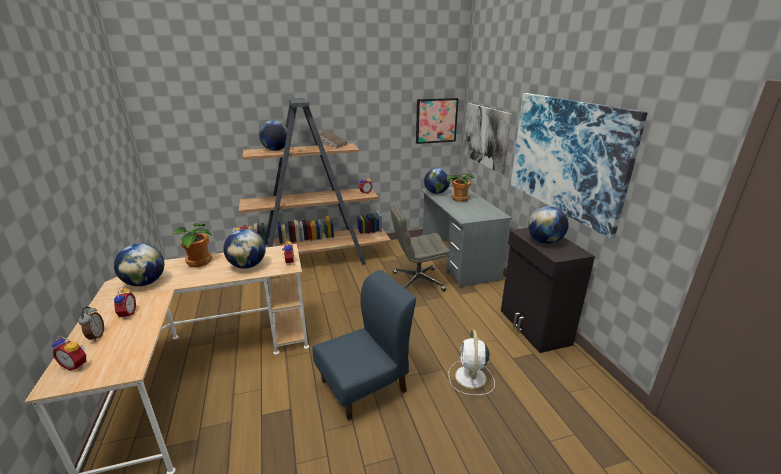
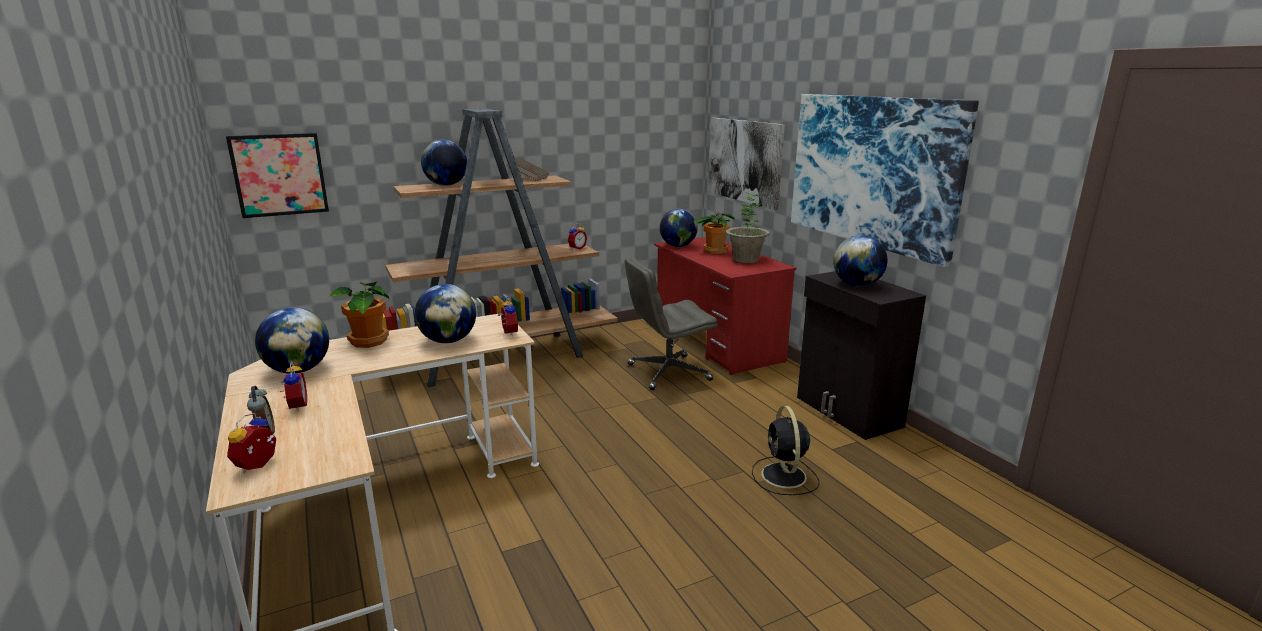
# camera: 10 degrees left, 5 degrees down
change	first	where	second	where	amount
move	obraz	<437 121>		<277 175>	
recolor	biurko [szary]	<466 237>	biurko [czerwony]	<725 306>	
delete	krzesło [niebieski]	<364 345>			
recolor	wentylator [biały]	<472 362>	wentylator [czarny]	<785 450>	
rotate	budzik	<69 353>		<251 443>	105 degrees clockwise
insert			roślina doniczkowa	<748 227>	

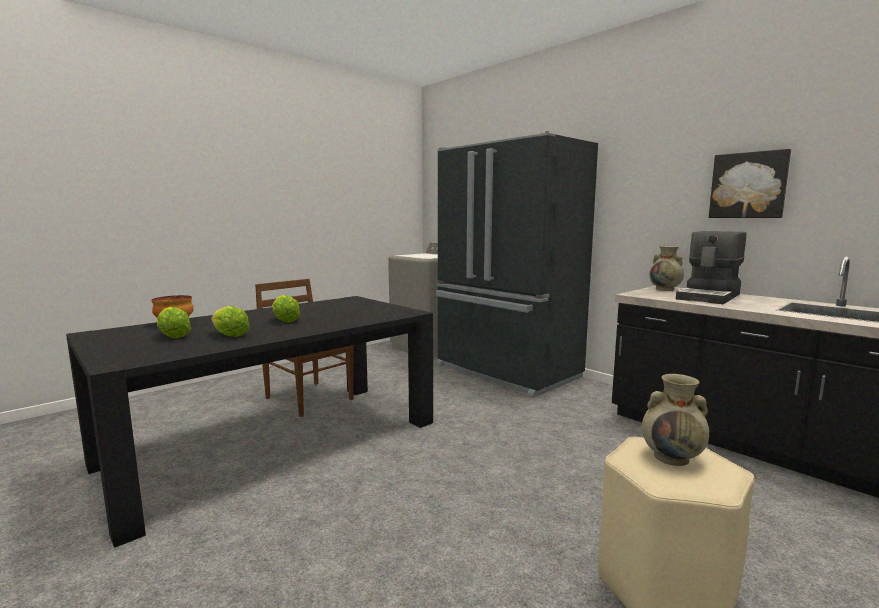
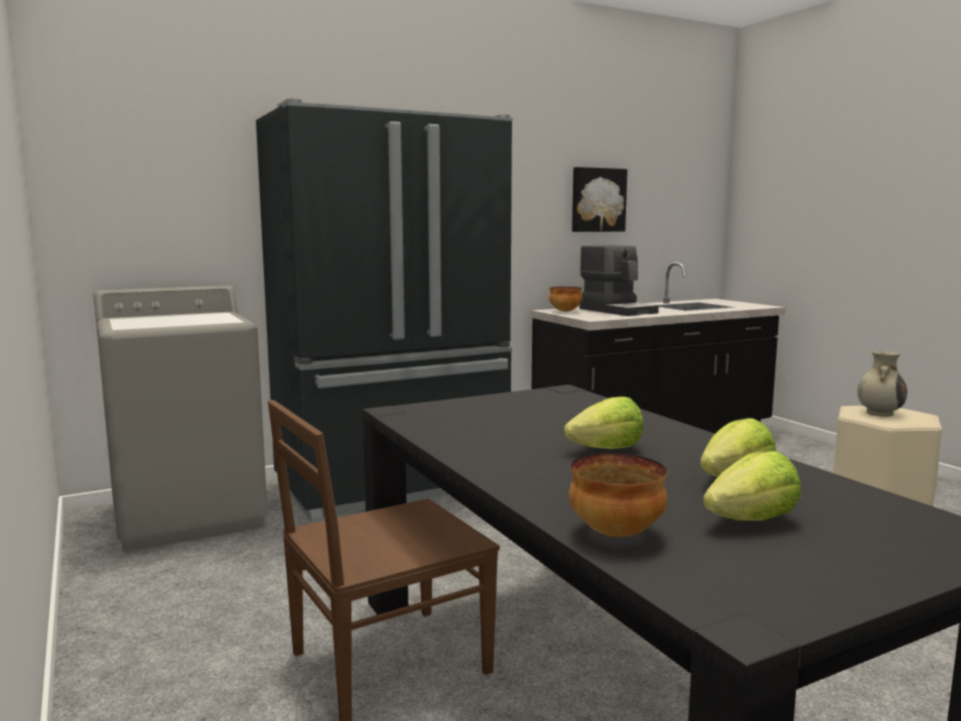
# camera: 75 degrees left, 0 degrees up
change	first	where	second	where	amount
replace	wazon [beżowy]	<666 268>	miska	<565 299>	

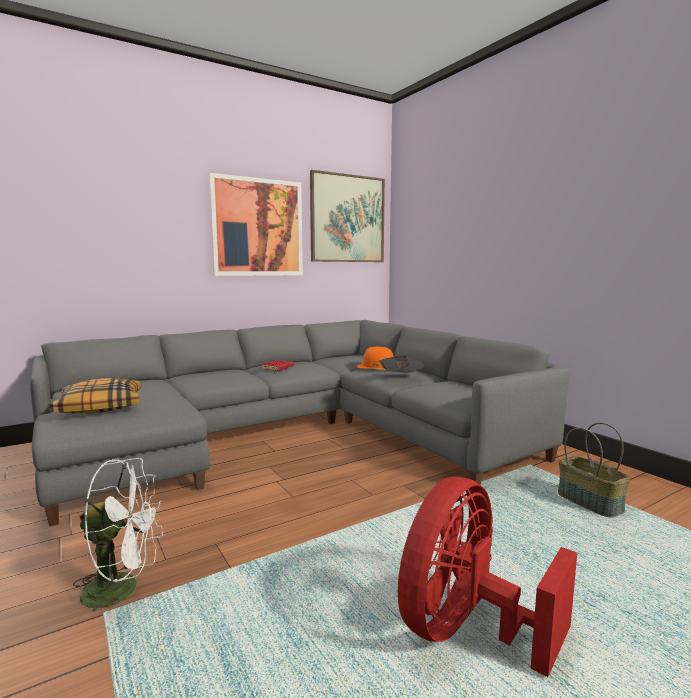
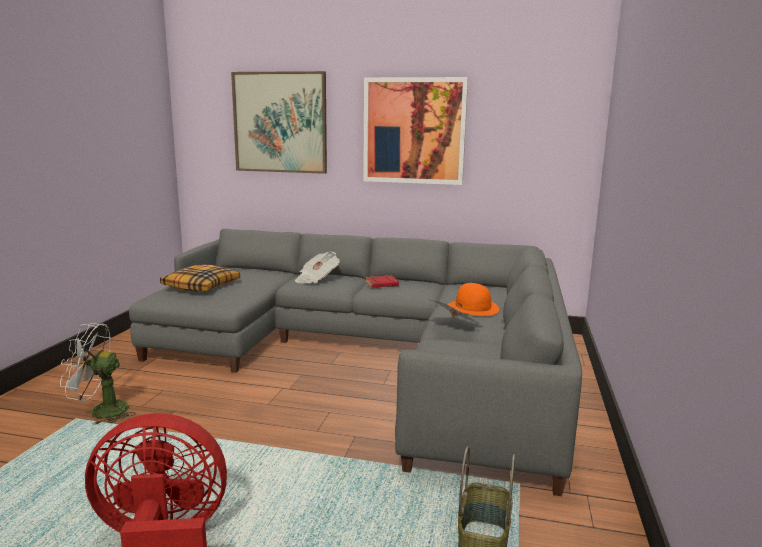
# camera: 45 degrees right, 5 degrees up
change	first	where	second	where	amount
move	obraz	<347 216>		<279 122>	
rotate	wentylator [biały]	<118 540>		<97 374>	135 degrees clockwise
insert			gazeta	<317 267>	

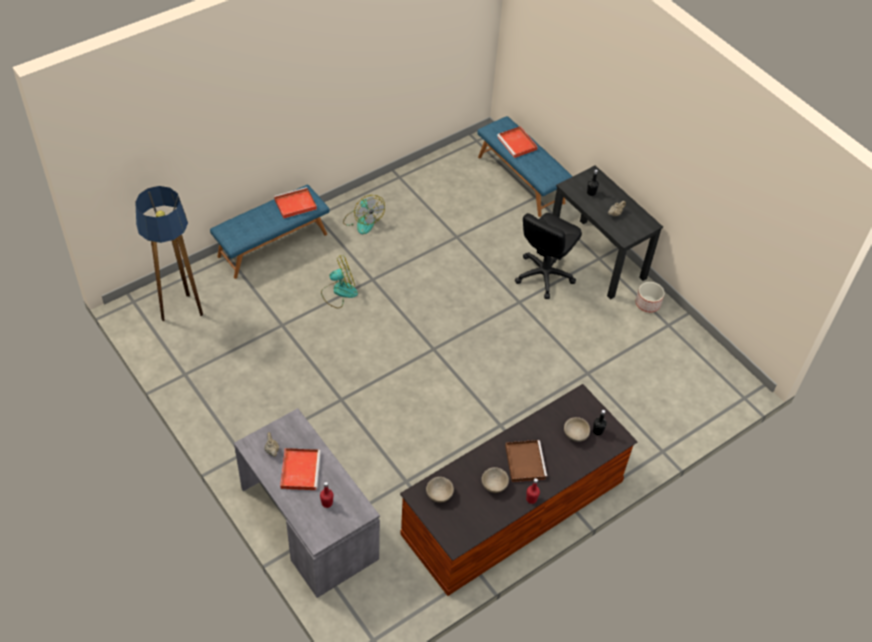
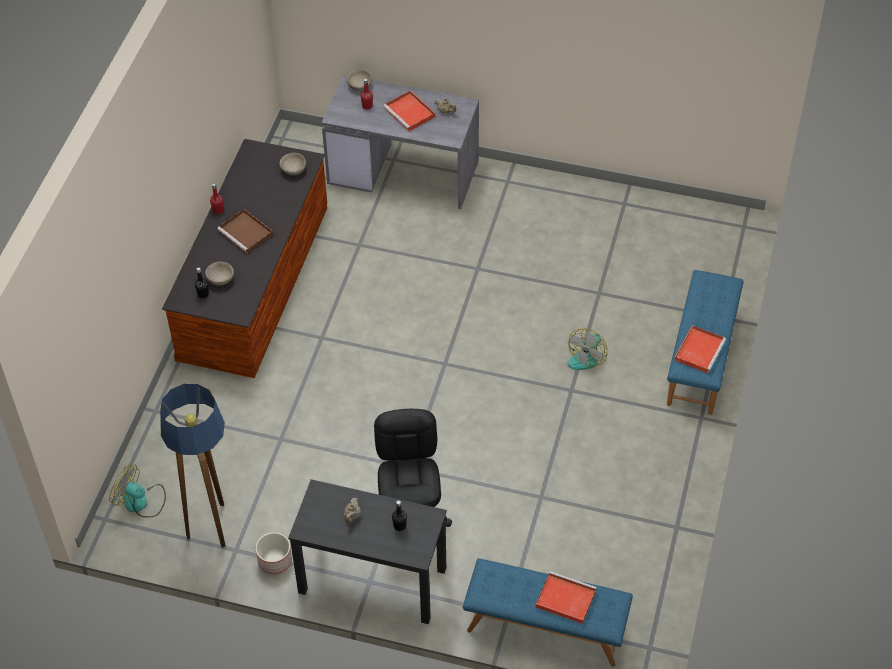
# camera: 145 degrees right, 0 degrees up
change	first	where	second	where	amount
move	lampa stojąca	<169 253>		<193 466>	
move	wentylator	<364 214>		<137 490>	
move	miska [beżowy]	<495 480>		<359 80>	

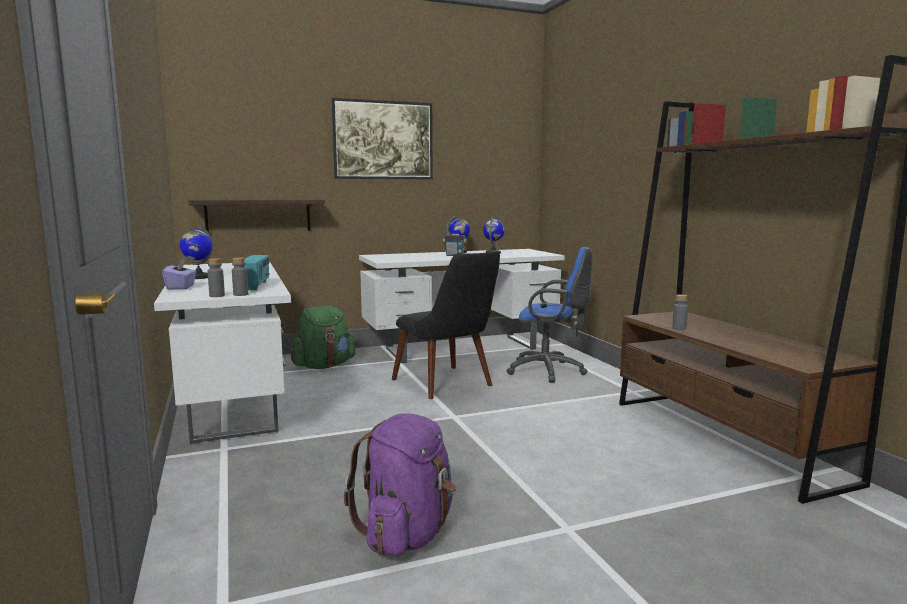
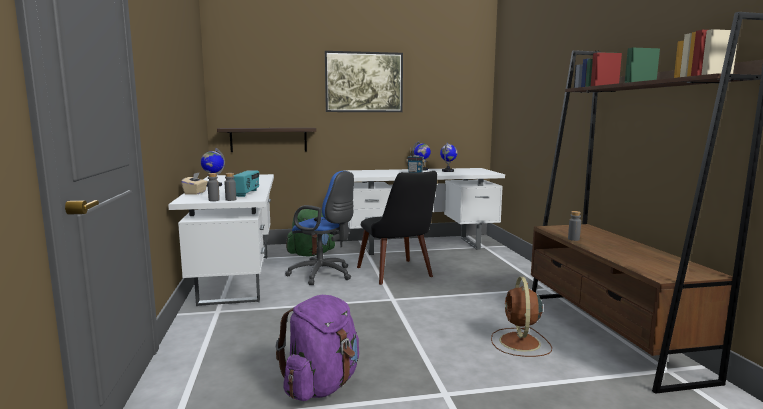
# camera: 10 degrees right, 0 degrees up
change	first	where	second	where	amount
move	krzesło biurowe [niebieski]	<549 315>		<319 228>	
recolor	pudełko chusteczek [fioletowy]	<179 274>	pudełko chusteczek [beżowy]	<194 183>	
insert			wentylator [brązowy]	<521 317>	

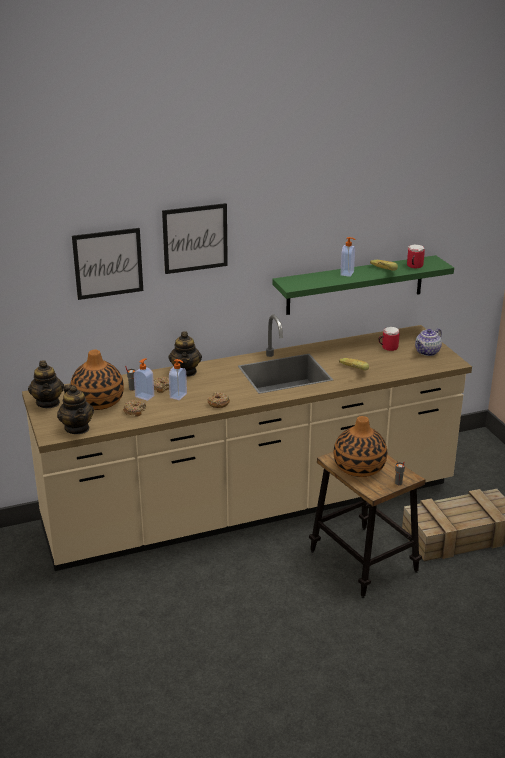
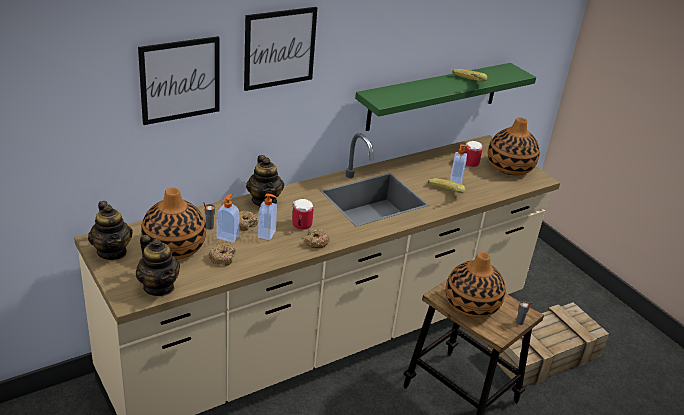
# camera: 15 degrees left, 5 degrees up
change	first	where	second	where	amount
move	dozownik mydła	<347 257>		<460 164>	
move	kubek	<416 256>		<303 214>	
replace	imbryk	<428 342>	wazon	<514 146>	

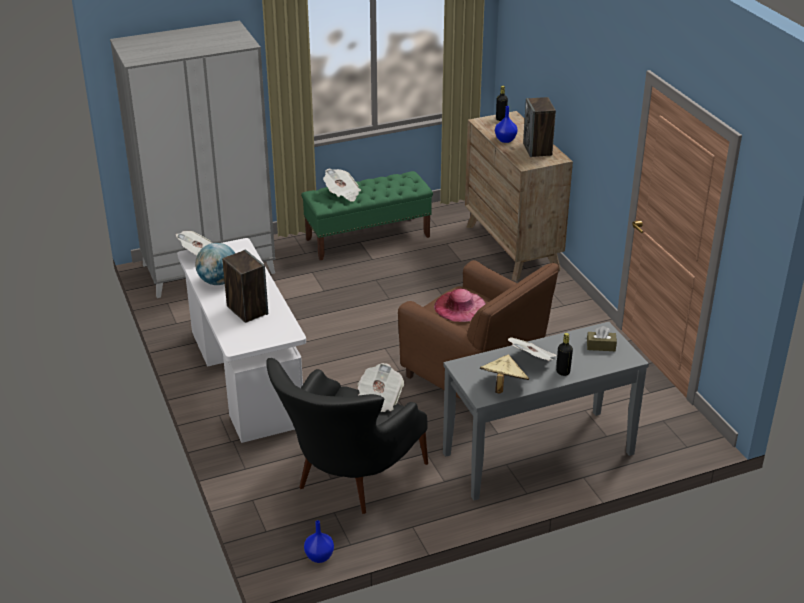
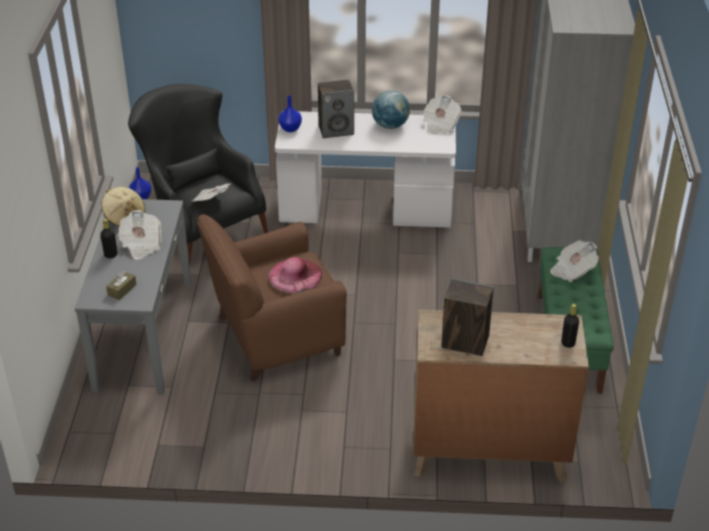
# camera: 115 degrees right, 5 degrees up
change	first	where	second	where	amount
move	wazon [niebieski]	<506 124>		<290 114>	

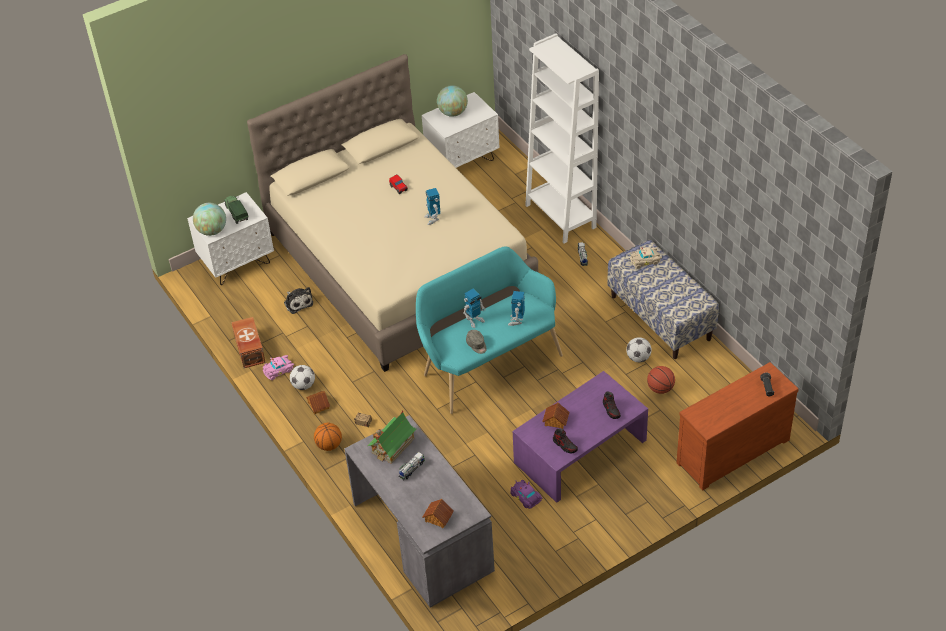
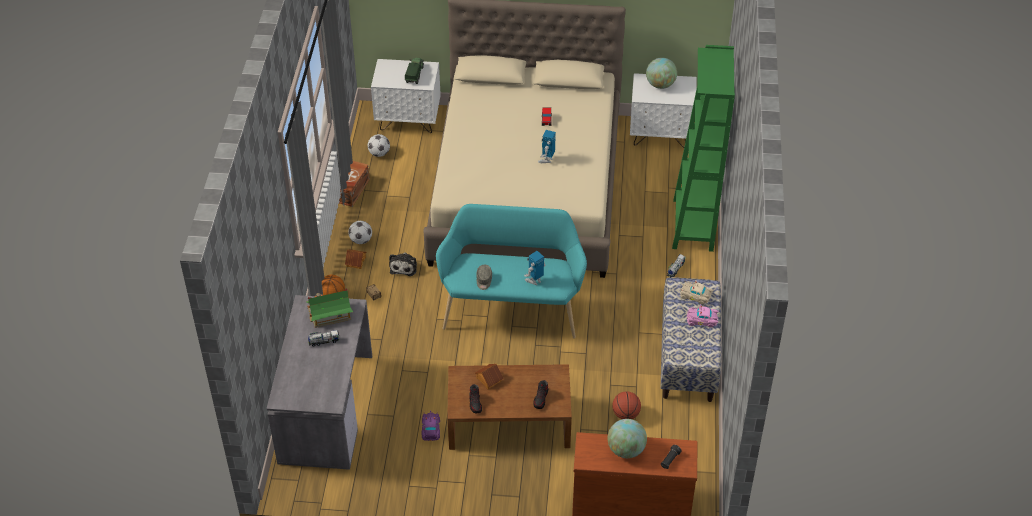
# camera: 35 degrees right, 0 degrees up
change	first	where	second	where	amount
recolor	regał [biały]	<562 138>	regał [zielony]	<703 148>	
move	globus	<209 219>		<627 438>	
move	pluszak	<298 300>		<403 264>	
delete	robot zabawkowy	<474 308>			
move	piłka futbolowa	<639 349>		<379 145>	
move	samochodzik [różowy]	<278 367>		<703 315>	
recolor	ława [fioletowy]	<580 437>	ława [brązowy]	<509 407>	
delete	domek	<438 513>			

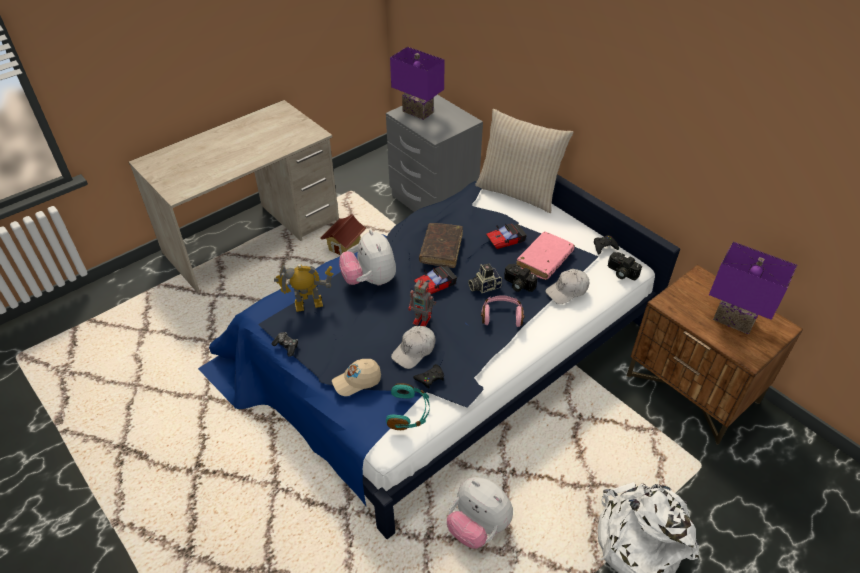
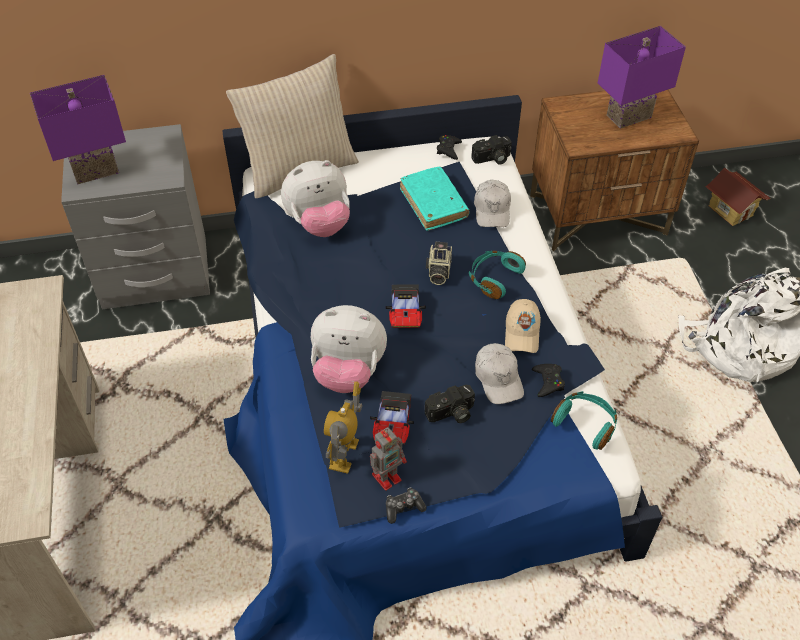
# camera: 60 degrees left, 5 degrees up
change	first	where	second	where	amount
move	domek	<343 234>		<737 197>	
delete	książka [brązowy]	<441 245>			
move	samochodzik	<506 236>		<392 417>	
recolor	książka [różowy]	<546 256>	książka [turkusowy]	<434 199>	
move	aparat fotograficzny	<521 278>		<450 404>	
move	robot zabawkowy	<422 303>		<388 459>	
recolor	słuchawki [różowy]	<503 311>	słuchawki [turkusowy]	<497 275>	
move	czapka z daszkiem [beżowy]	<356 377>		<523 326>	
move	pluszak	<480 513>		<315 198>	

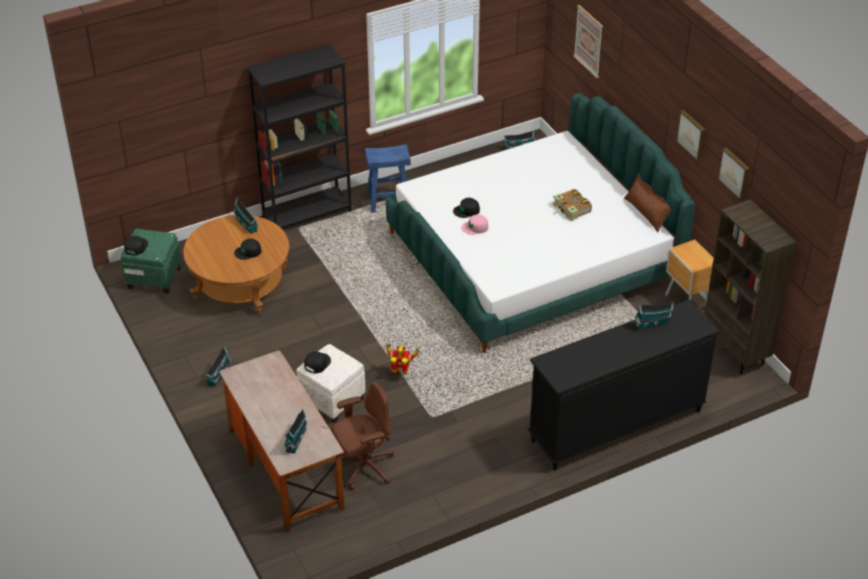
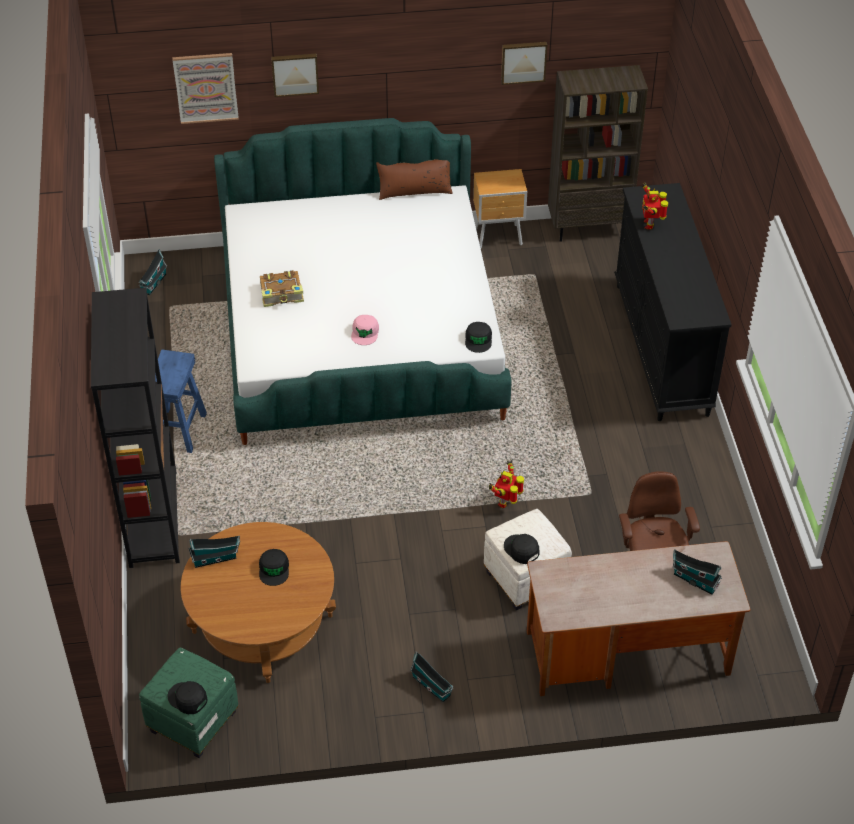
# camera: 70 degrees left, 5 degrees up
change	first	where	second	where	amount
move	obraz	<691 135>		<295 75>	
move	książka	<572 205>		<282 288>	
move	czapka z daszkiem [czarny]	<466 208>		<478 337>	
replace	domek	<653 316>	robot zabawkowy	<655 206>	

